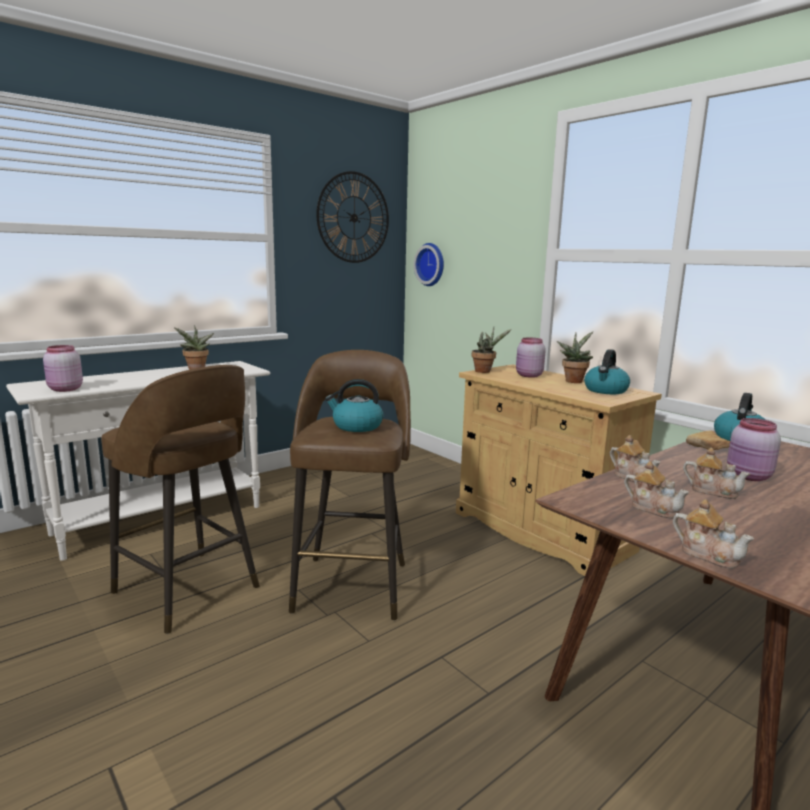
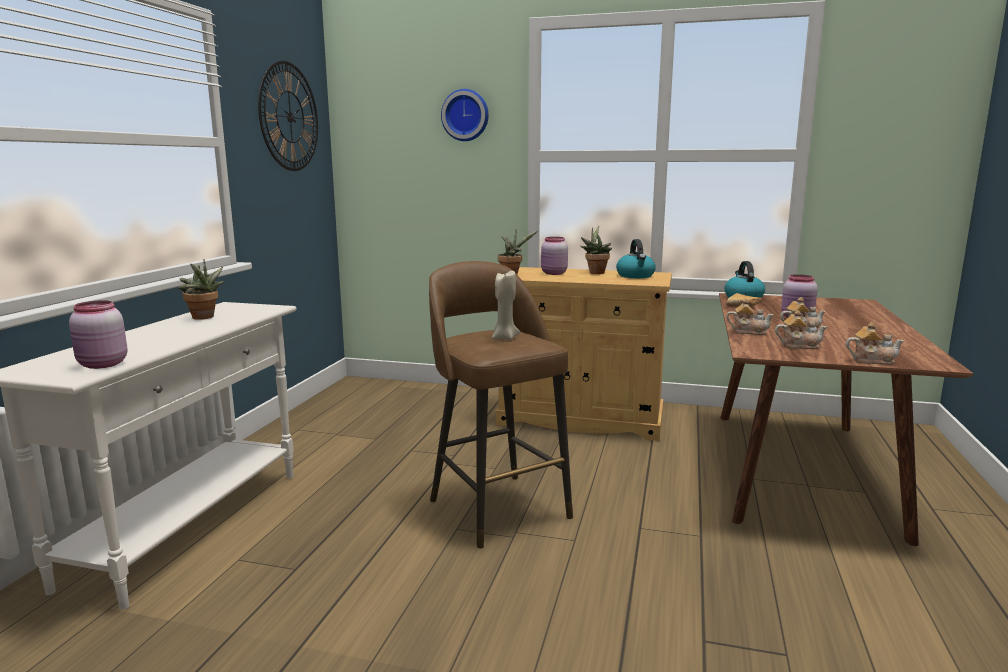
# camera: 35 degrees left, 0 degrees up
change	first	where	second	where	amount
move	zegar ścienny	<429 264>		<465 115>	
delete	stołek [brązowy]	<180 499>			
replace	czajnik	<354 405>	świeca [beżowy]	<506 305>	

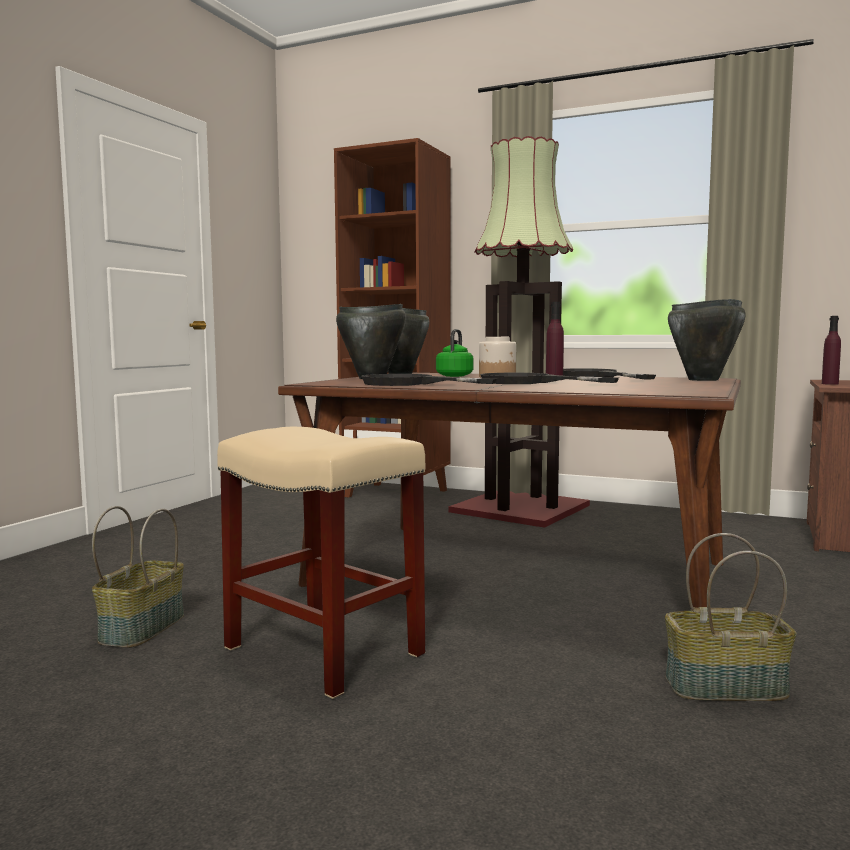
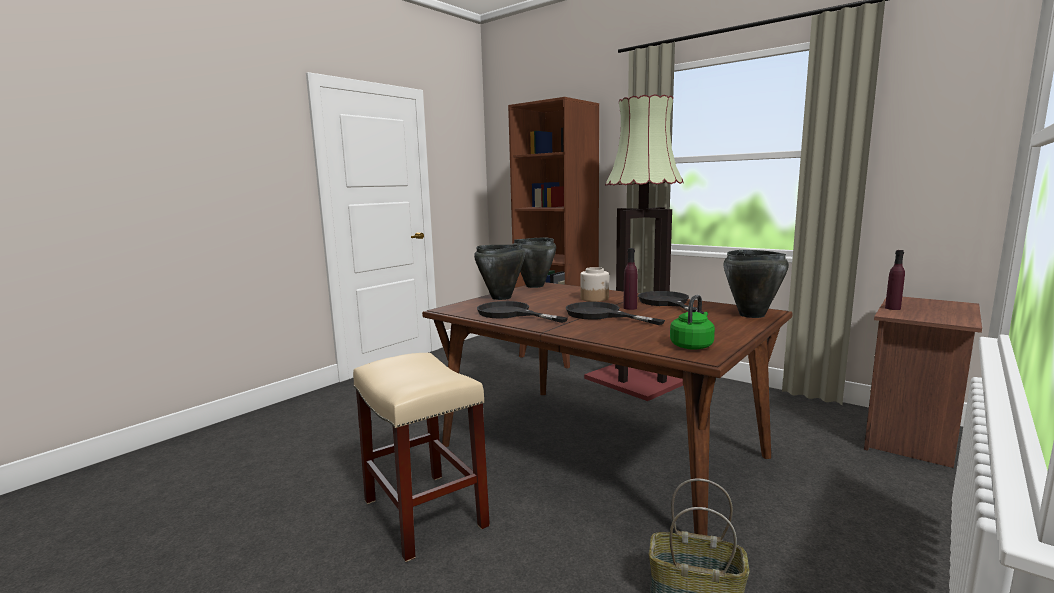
# camera: 15 degrees right, 5 degrees up
change	first	where	second	where	amount
move	czajnik [zielony]	<455 353>		<692 322>	
delete	koszyk	<138 577>			

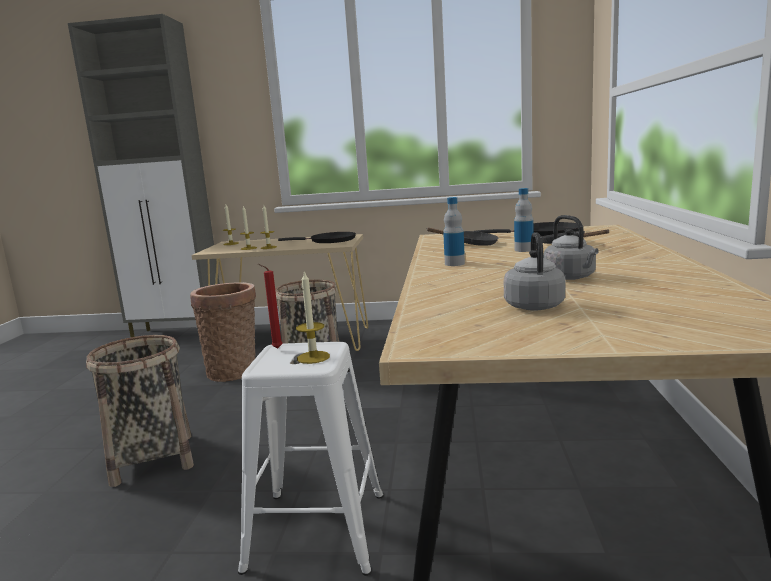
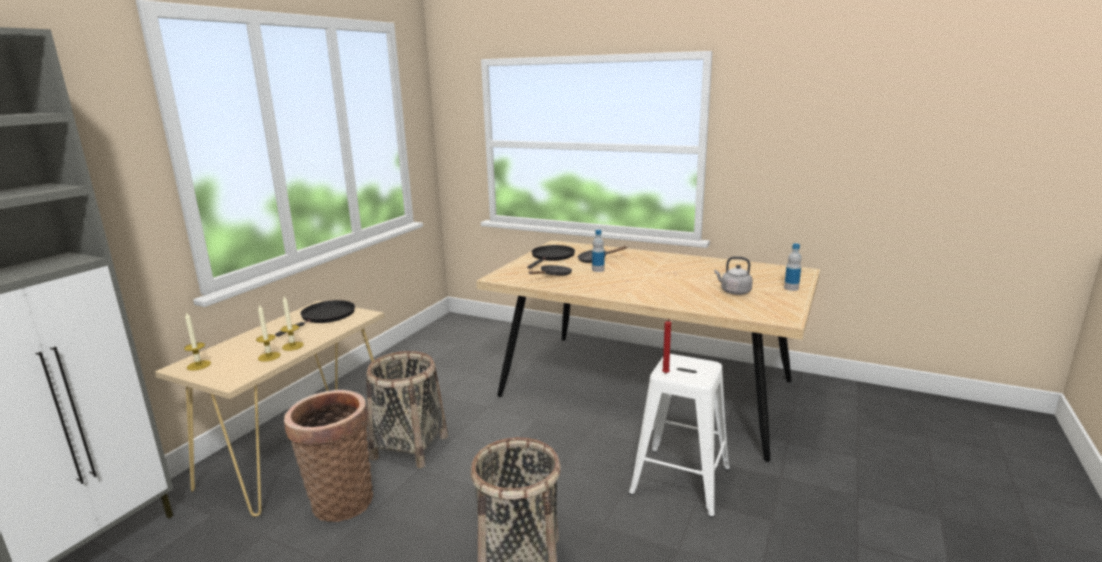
# camera: 70 degrees left, 5 degrees up
change	first	where	second	where	amount
move	butelka	<454 231>		<792 267>	
delete	czajnik [szary]	<570 247>			
delete	świeca	<313 317>			

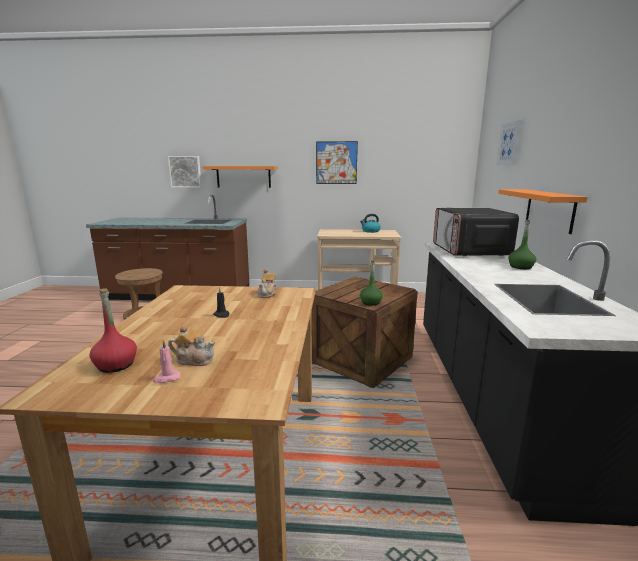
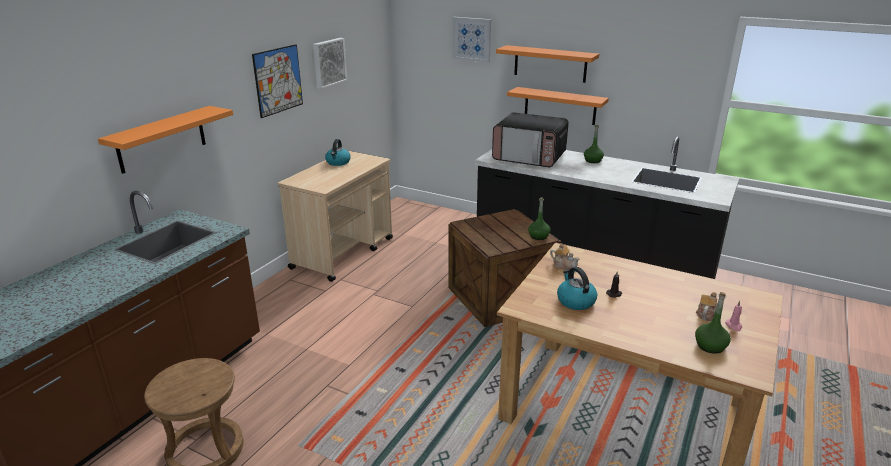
# camera: 65 degrees left, 10 degrees up
change	first	where	second	where	amount
move	obraz	<185 172>		<330 63>	
recolor	butelka [czerwony]	<113 330>	butelka [zielony]	<713 323>	
insert			półka [pomarańczowy]	<547 64>	
insert			czajnik	<577 288>	

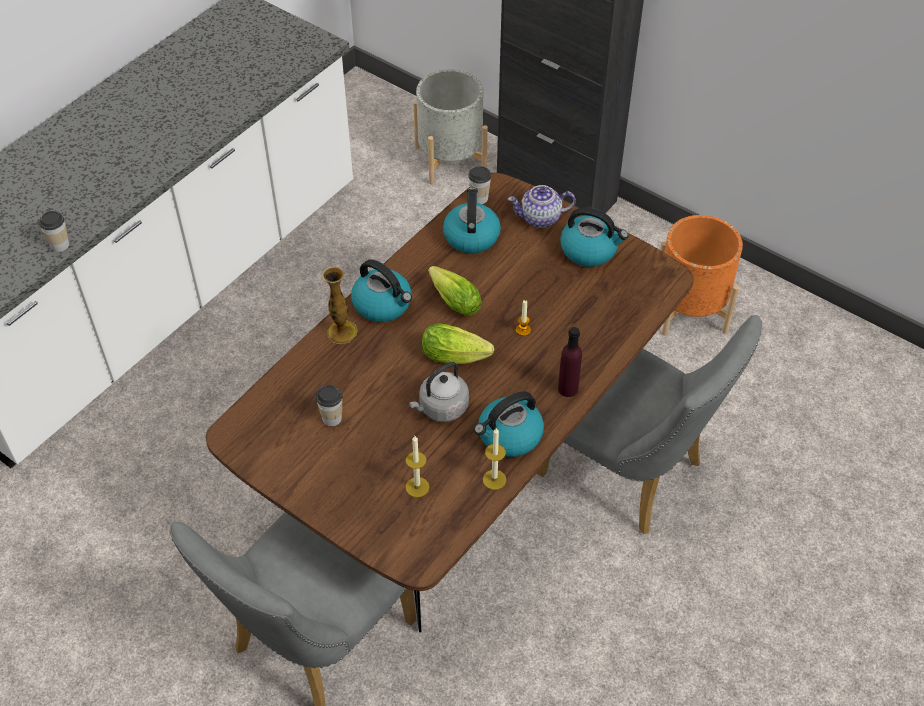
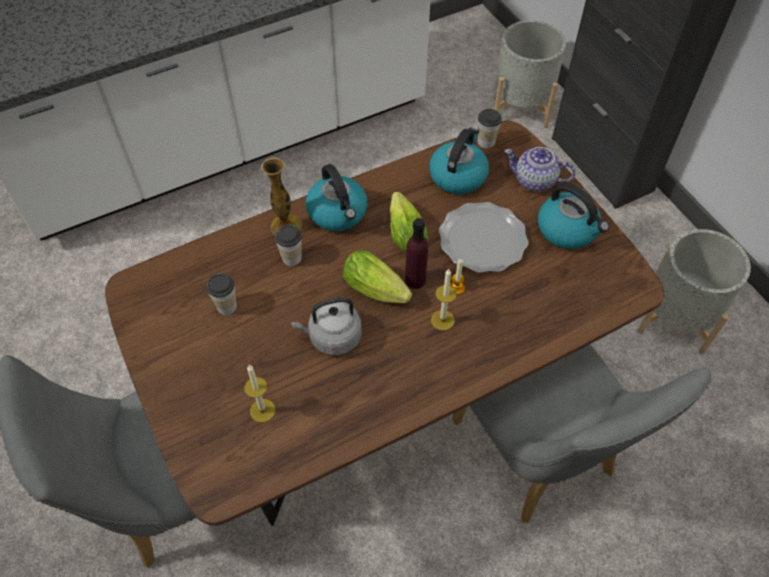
# camera: 25 degrees right, 5 degrees up
change	first	where	second	where	amount
move	filiżanka	<54 231>		<288 245>	
recolor	donica [pomarańczowy]	<701 275>	donica [szary]	<694 291>	
move	butelka [fioletowy]	<570 362>		<416 253>	
delete	czajnik	<509 424>			
move	świeca	<494 459>		<443 299>	
insert			talerz	<483 237>	

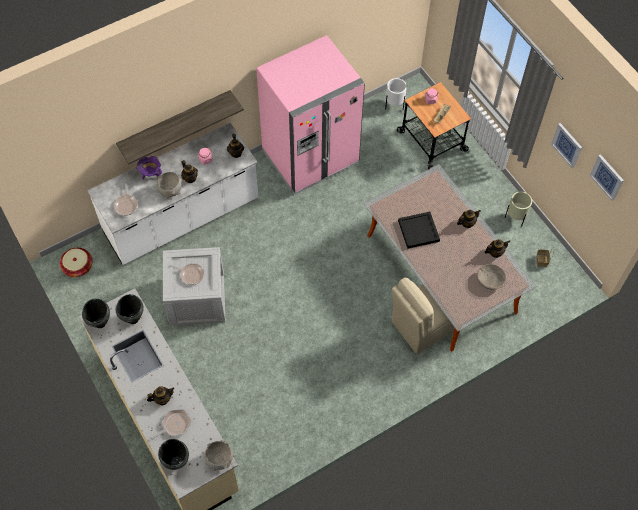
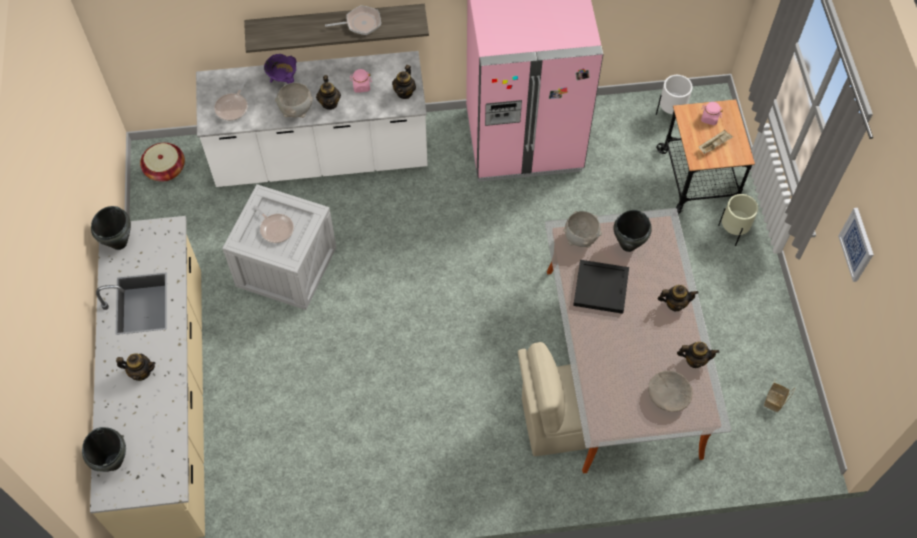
# camera: 25 degrees right, 0 degrees up
change	first	where	second	where	amount
delete	obraz	<607 177>			
move	donica [beżowy]	<518 209>		<738 220>	
move	garnek [czarny]	<130 309>		<633 231>	
move	patelnia	<170 424>		<353 20>	
move	miska [szary]	<220 455>		<582 229>	

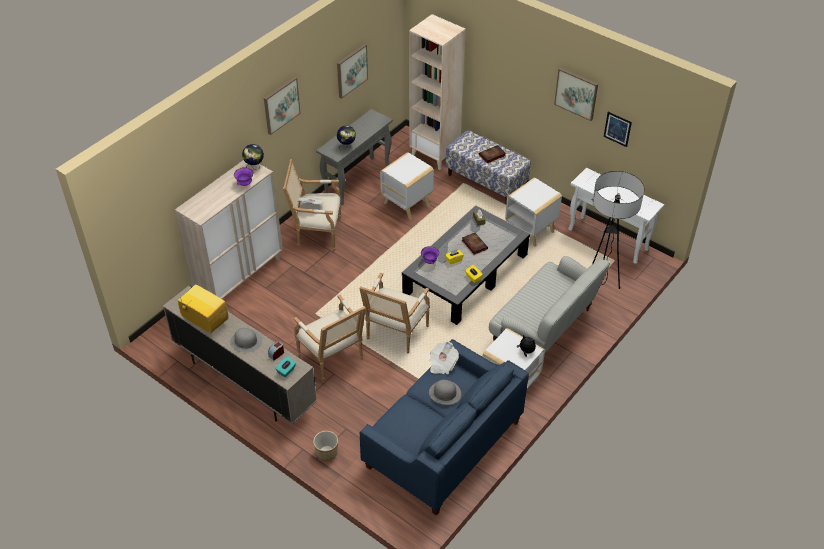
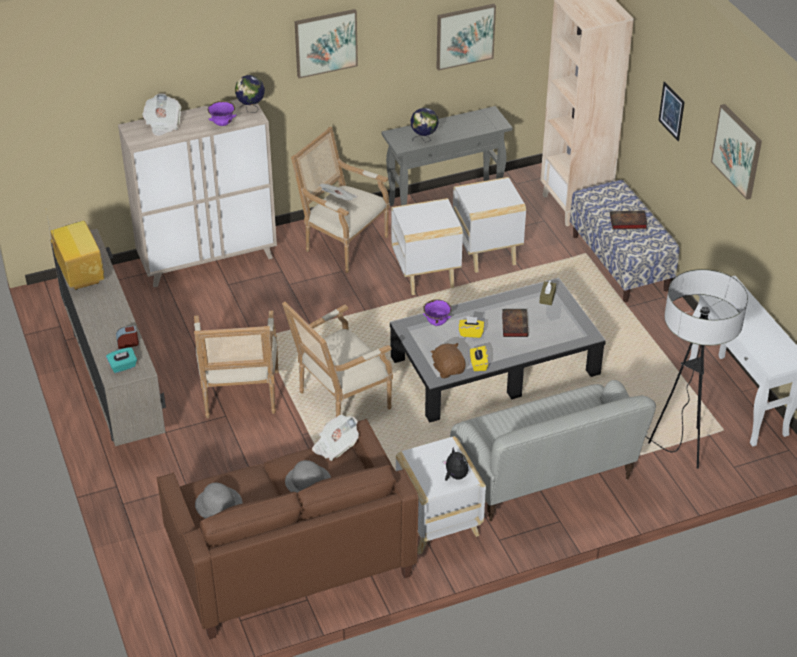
# camera: 30 degrees right, 5 degrees down
change	first	where	second	where	amount
move	obraz	<618 129>		<671 111>	
move	stolik [biały]	<533 211>		<427 246>	
move	kapelusz [szary]	<246 340>		<219 501>	
recolor	kanapa [niebieski]	<444 427>	kanapa [brązowy]	<288 529>	
delete	donica	<325 446>			
insert			gazeta	<161 114>	
insert			pluszak [brązowy]	<448 360>	

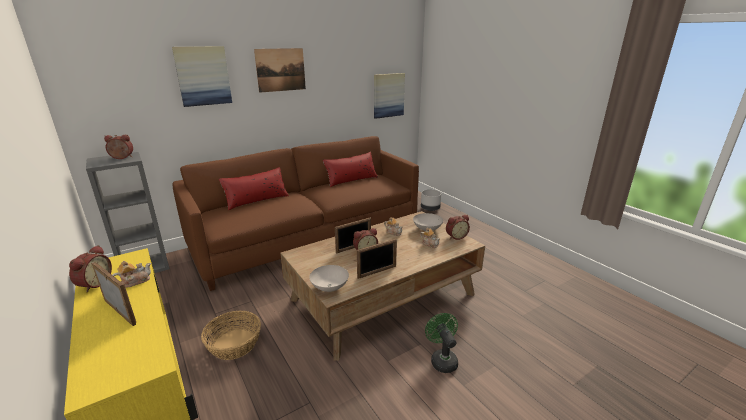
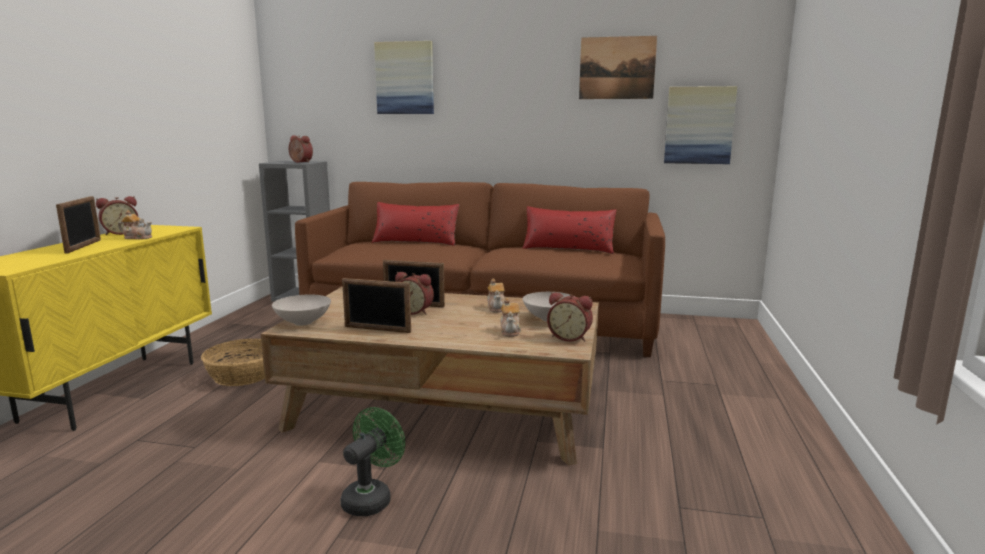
# camera: 45 degrees right, 10 degrees down
change	first	where	second	where	amount
move	obraz	<280 70>		<618 67>	
delete	donica [szary]	<431 200>			

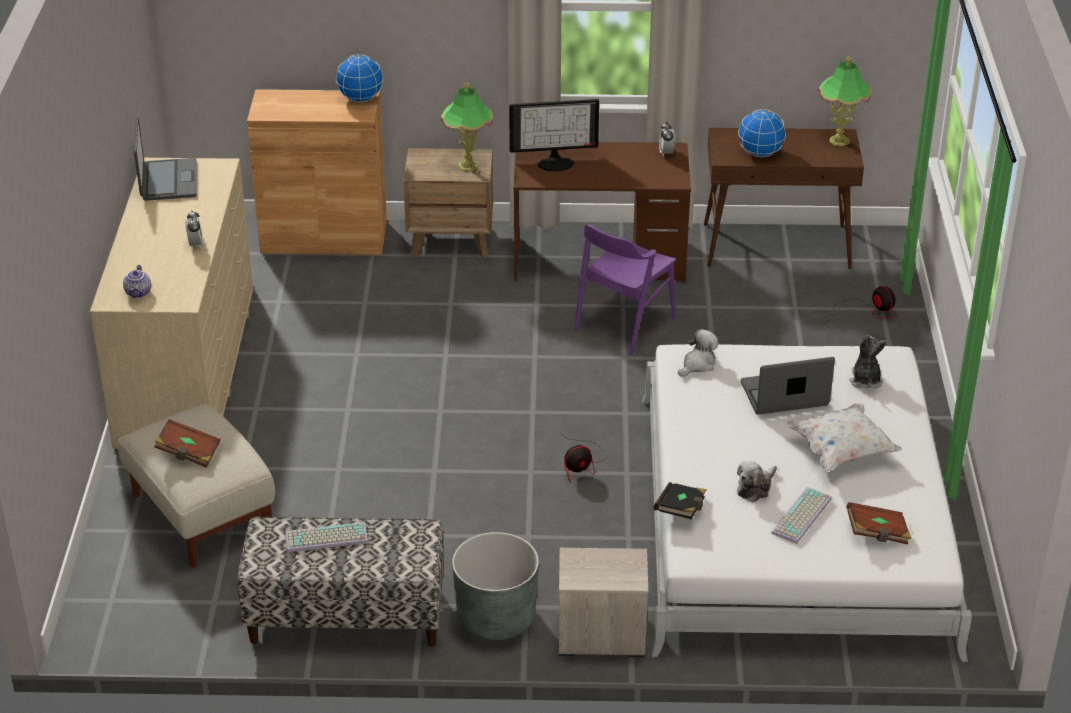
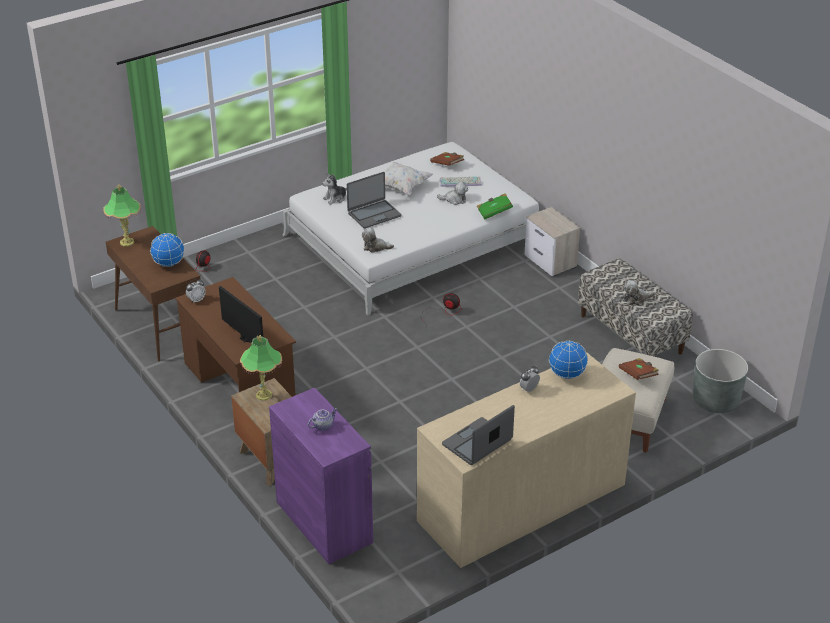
# camera: 125 degrees left, 0 degrees up
change	first	where	second	where	amount
move	globus	<359 78>		<568 360>	
recolor	szafka [brązowy]	<317 172>	szafka [fioletowy]	<321 476>	
delete	krzesło [fioletowy]	<625 290>			
move	imbryk	<137 281>		<322 419>	
rotate	laptop	<788 386>		<374 200>	75 degrees counterclockwise
recolor	książka [czarny]	<680 500>	książka [zielony]	<495 206>	
replace	klawiatura	<326 537>	pluszak	<639 292>	
move	donica [szary]	<495 586>		<720 381>	

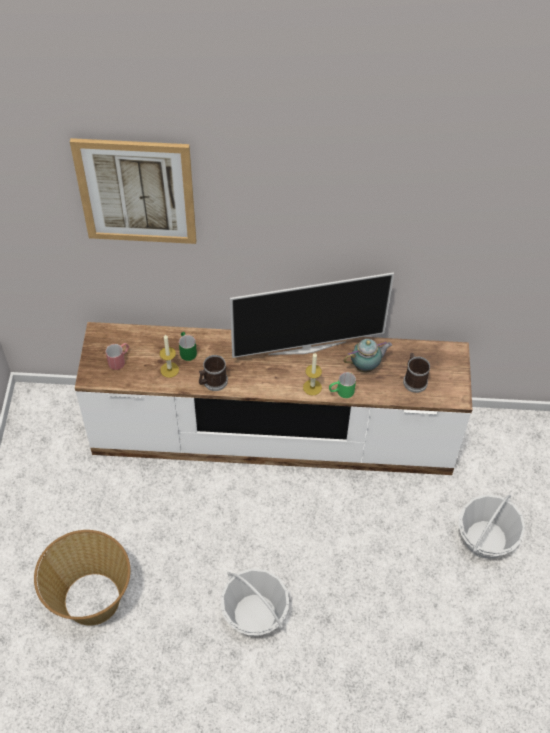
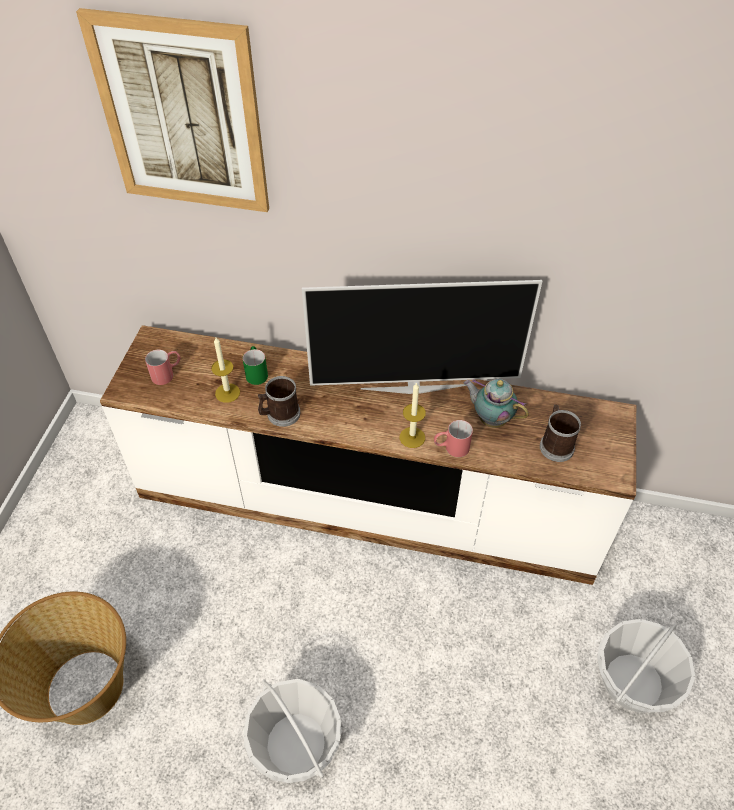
# camera: 10 degrees right, 5 degrees down
change	first	where	second	where	amount
rotate	imbryk	<367 356>		<496 403>	135 degrees counterclockwise
recolor	kubek [zielony]	<342 385>	kubek [czerwony]	<453 438>	

